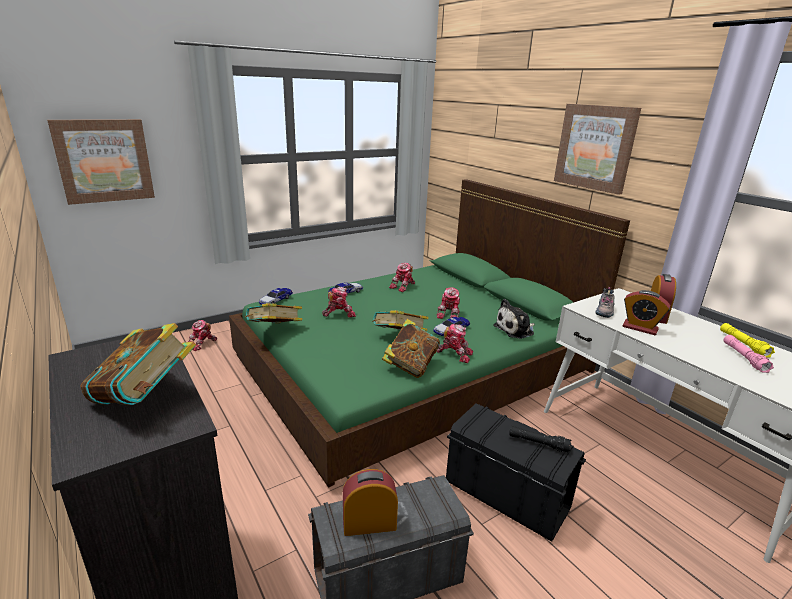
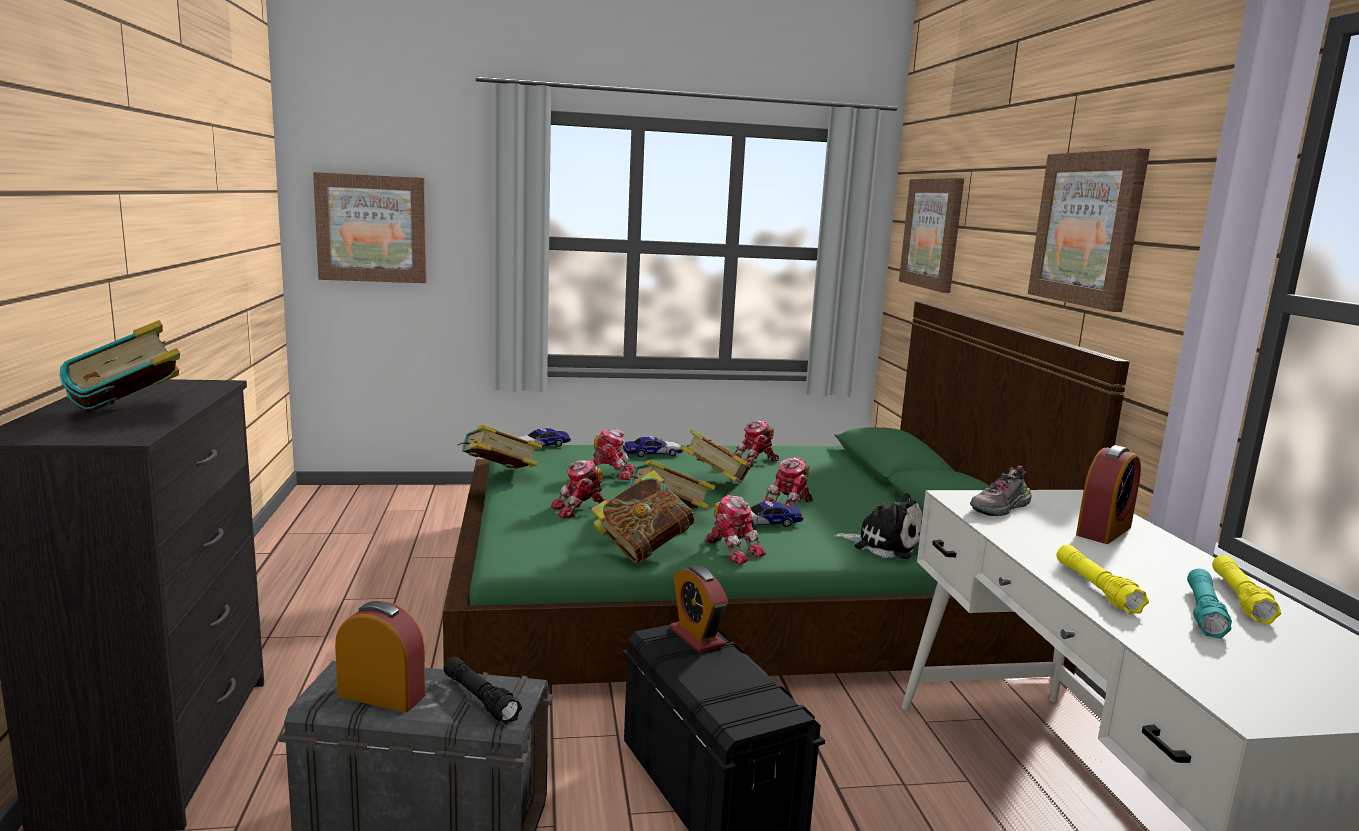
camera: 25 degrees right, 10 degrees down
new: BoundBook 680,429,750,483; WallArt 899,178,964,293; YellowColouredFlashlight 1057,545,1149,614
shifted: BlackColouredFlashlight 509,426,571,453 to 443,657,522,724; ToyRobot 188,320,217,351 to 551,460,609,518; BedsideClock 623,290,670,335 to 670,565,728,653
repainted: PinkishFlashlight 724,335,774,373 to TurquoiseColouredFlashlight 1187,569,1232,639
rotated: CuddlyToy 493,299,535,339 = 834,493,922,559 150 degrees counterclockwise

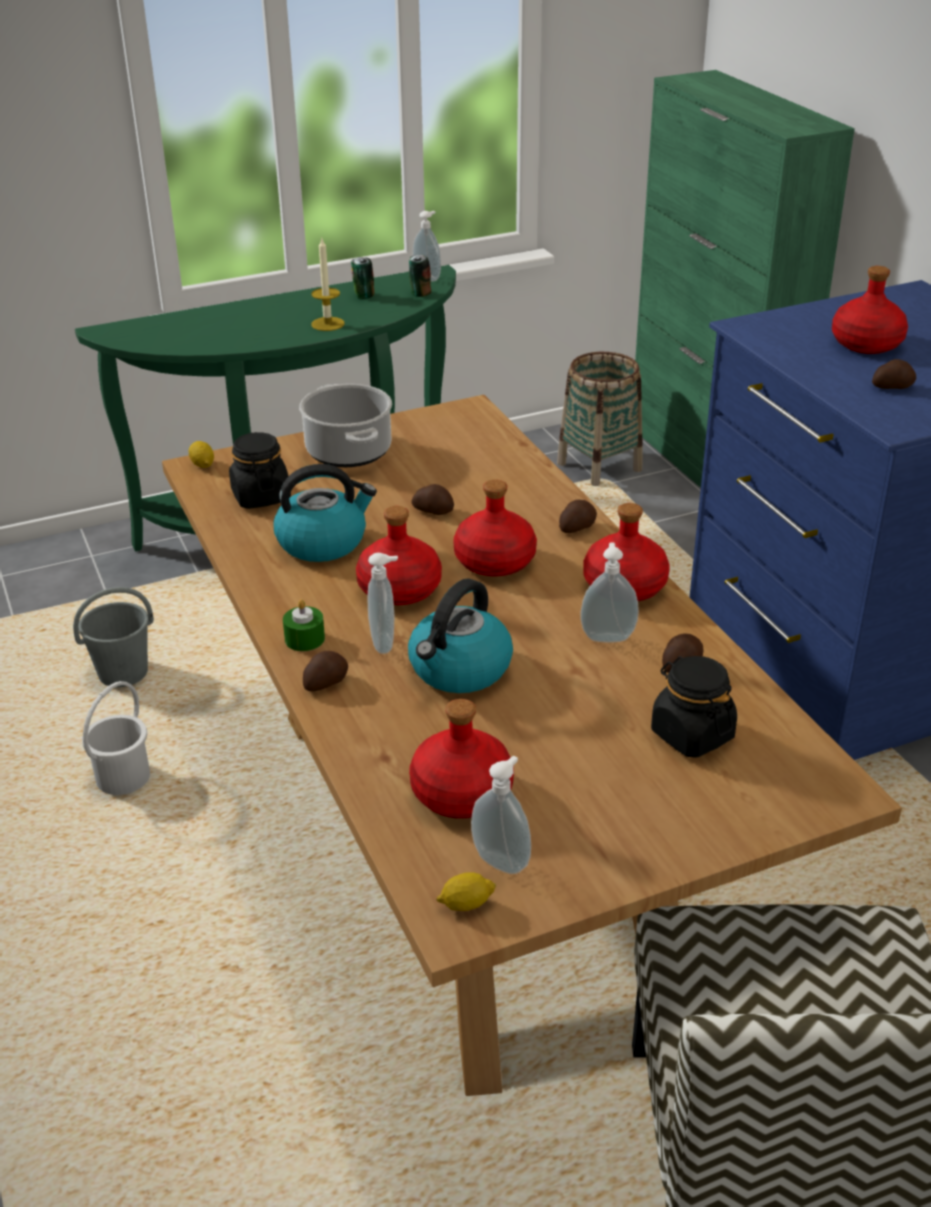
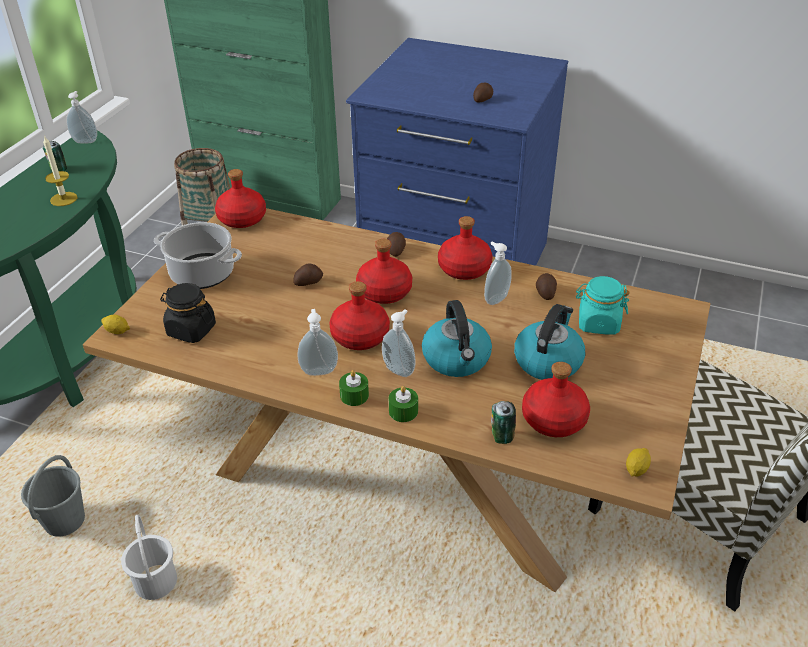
camera: 45 degrees left, 5 degrees up
shifted: RedDrinkBottle 832,266,908,354 to 215,169,266,228; LiquidSoapBottle 471,756,531,874 to 297,309,338,376; MetalCan 409,255,431,297 to 491,401,516,444; WaterKettle 274,464,377,562 to 514,304,585,380
swapped: Potato 303,651,348,691 to GreenishWaxLight 389,386,418,422
repainted: BlackColouredPreserveJar 651,656,737,758 to TurquoiseColouredPreserveJar 576,276,630,335

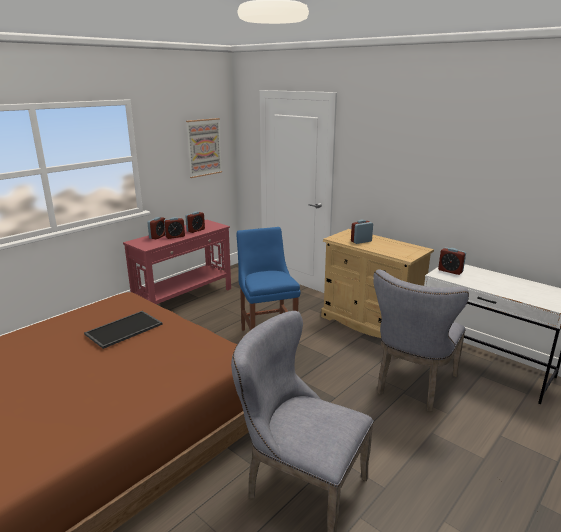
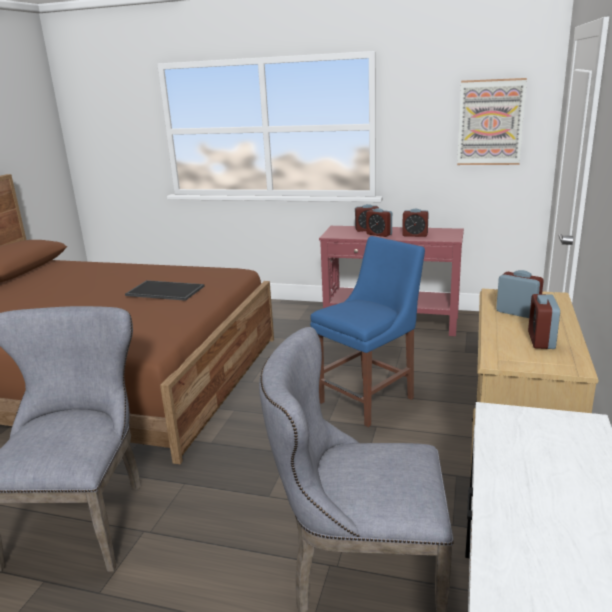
camera: 65 degrees right, 0 degrees up
shifted: BedsideClock 438,247,466,275 to 528,294,560,349

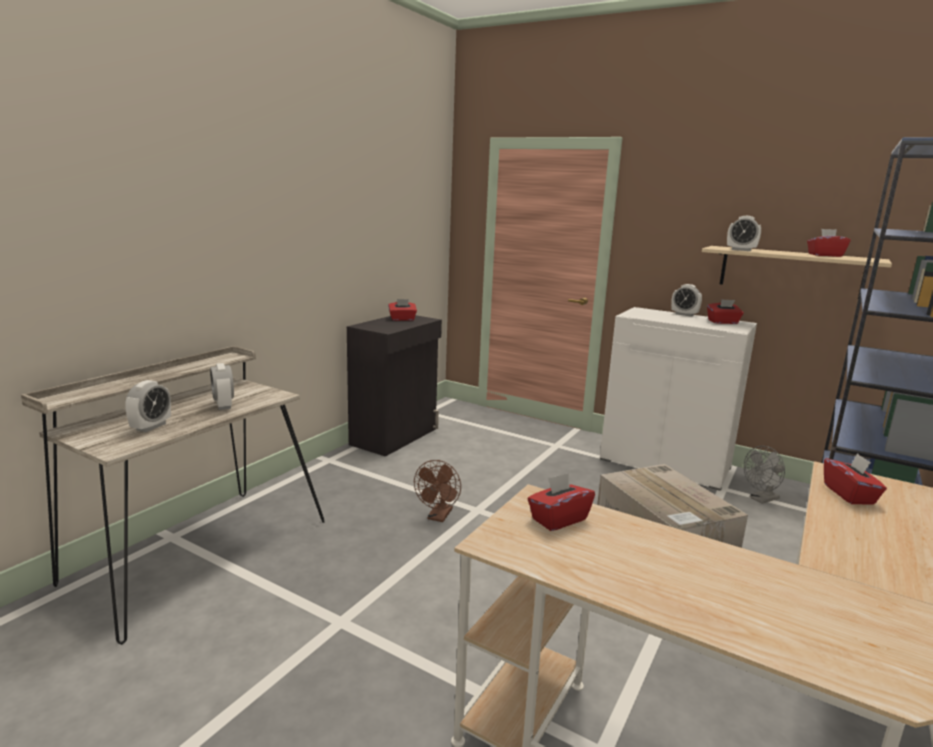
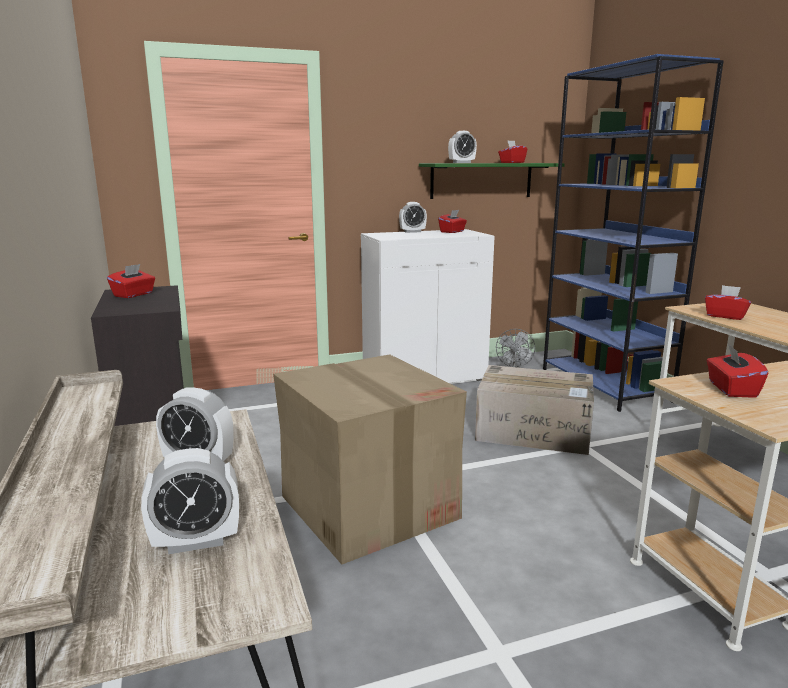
camera: 50 degrees left, 0 degrees up
swapped: BrownFan 414,460,461,522 to Carton 273,354,467,564
repainted: SandColouredWallShelf 702,246,892,298 to GreenishWallShelf 419,163,565,199
rotated: BedsideClock 125,380,171,432 = 141,448,239,554 105 degrees clockwise

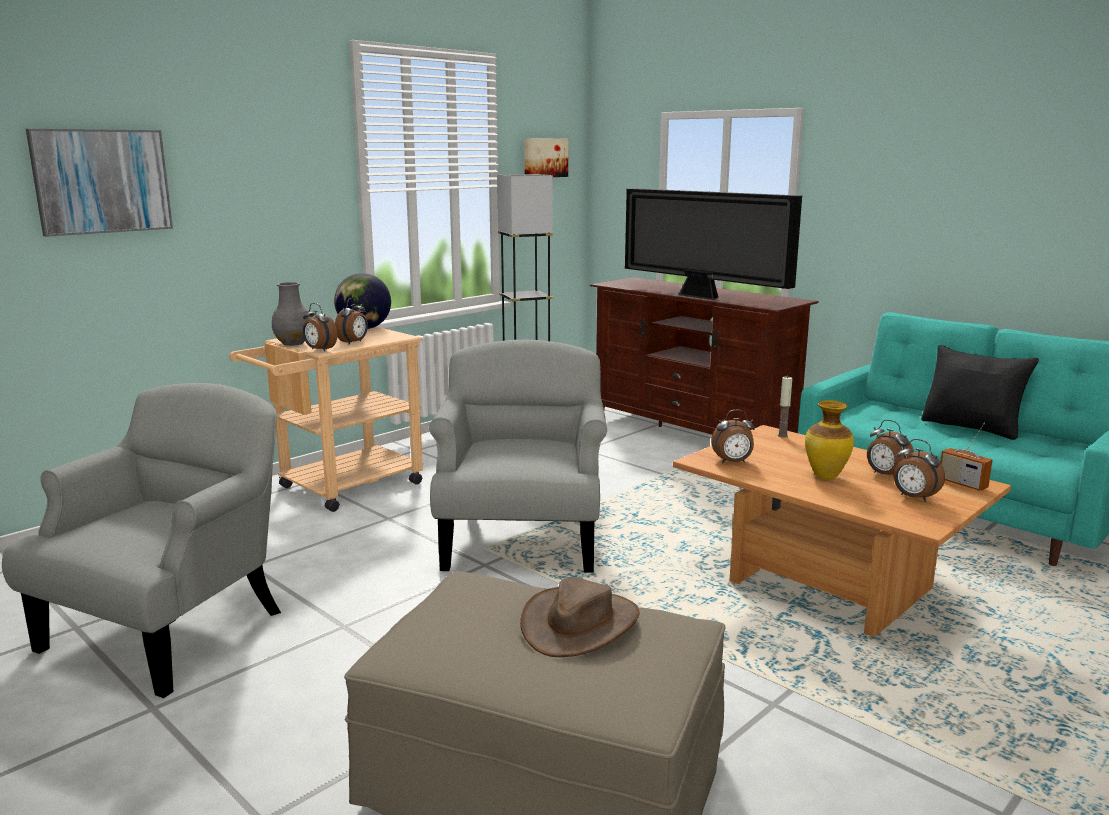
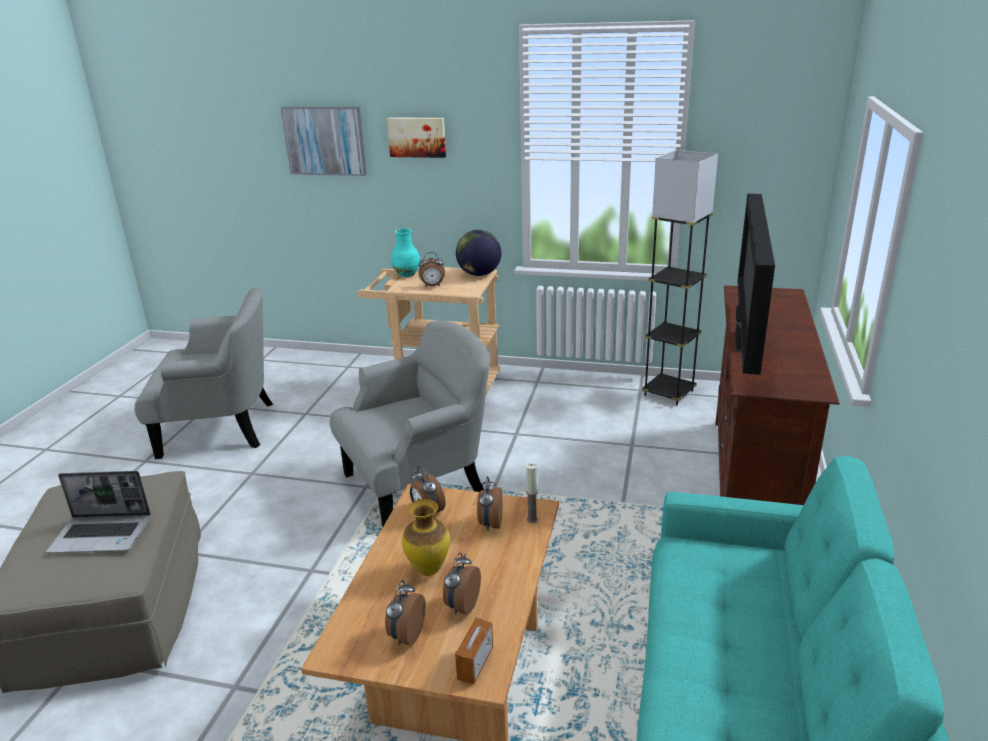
camera: 60 degrees right, 10 degrees up
gone: BlackColouredCushion 921,345,1039,440
shifted: WallArt 524,138,568,177 to 387,118,446,158; BedsideClock 303,303,337,351 to 477,476,502,531
swapped: BrownHat 520,577,640,657 to Laptop 46,471,151,553
repainted: GrayDecorativeVase 272,282,308,346 to TurquoiseColouredDecorativeVase 391,229,420,277

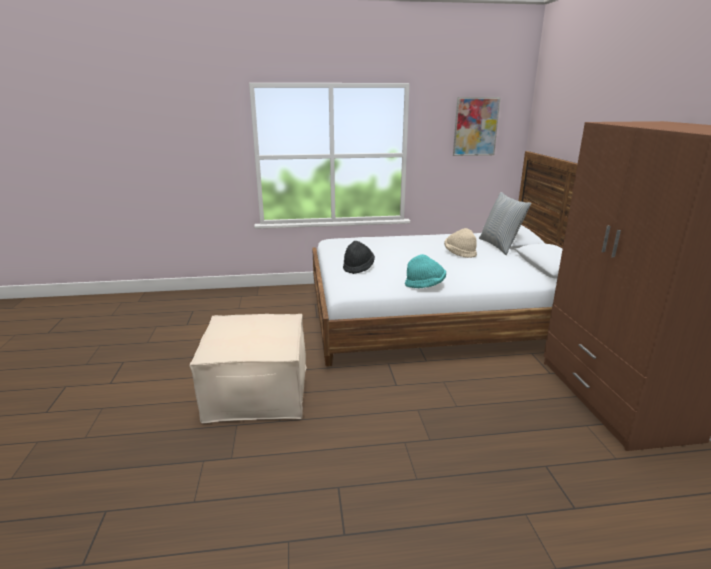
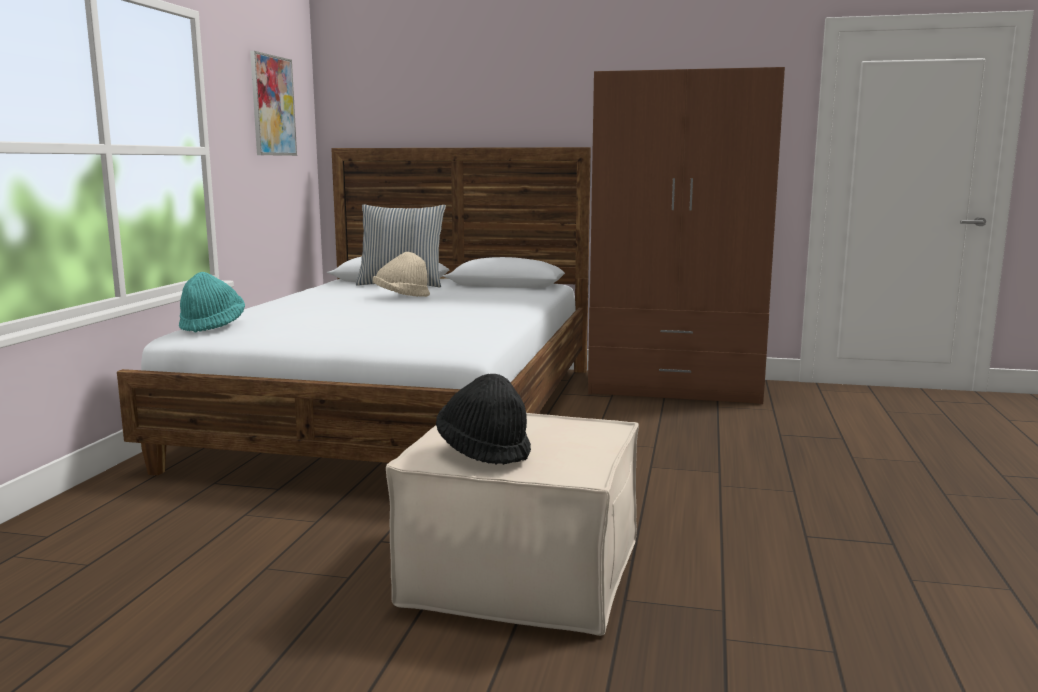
camera: 70 degrees left, 10 degrees down
shifted: TurquoiseColouredHat 405,254,446,288 to 179,272,245,333; BlackColouredHat 343,241,375,274 to 436,374,531,465

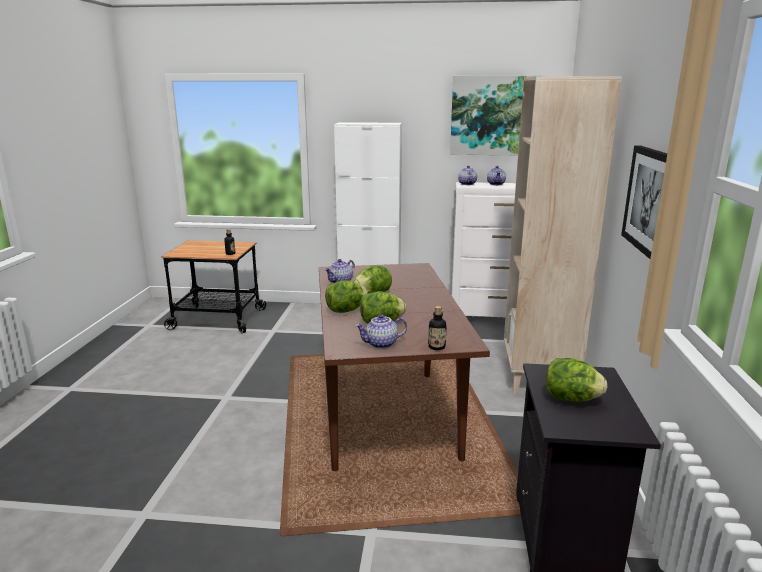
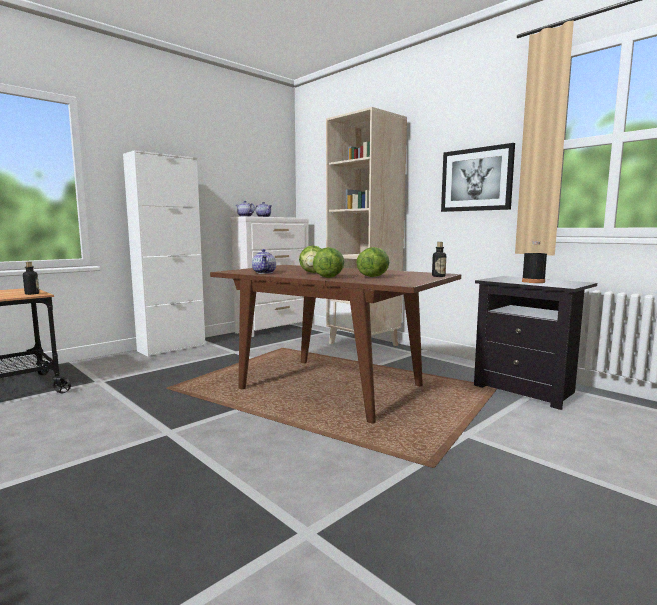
camera: 50 degrees left, 10 degrees down
gone: Teapot 355,314,407,349; WallArt 450,76,535,155
swapped: LettuceHead 546,358,607,402 to BlackColouredDrinkBottle 522,241,547,283

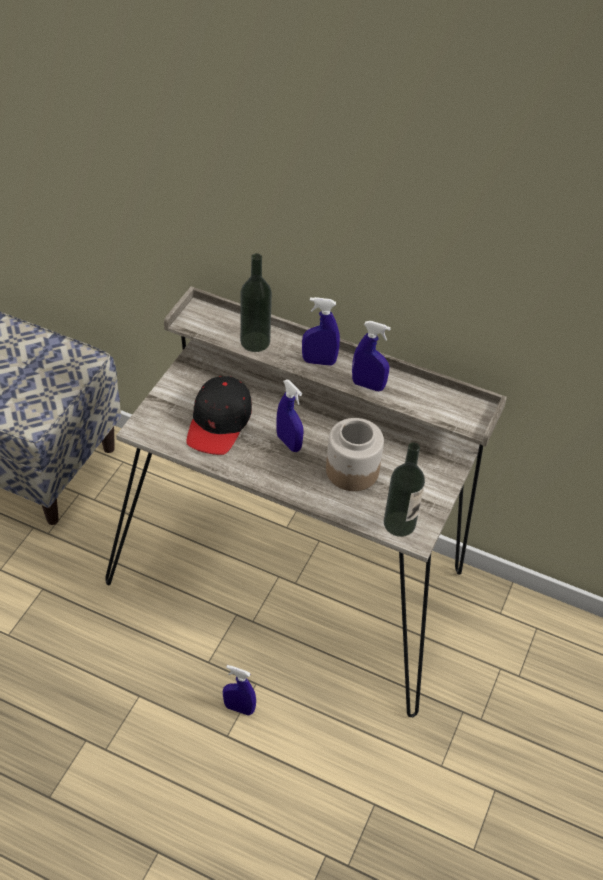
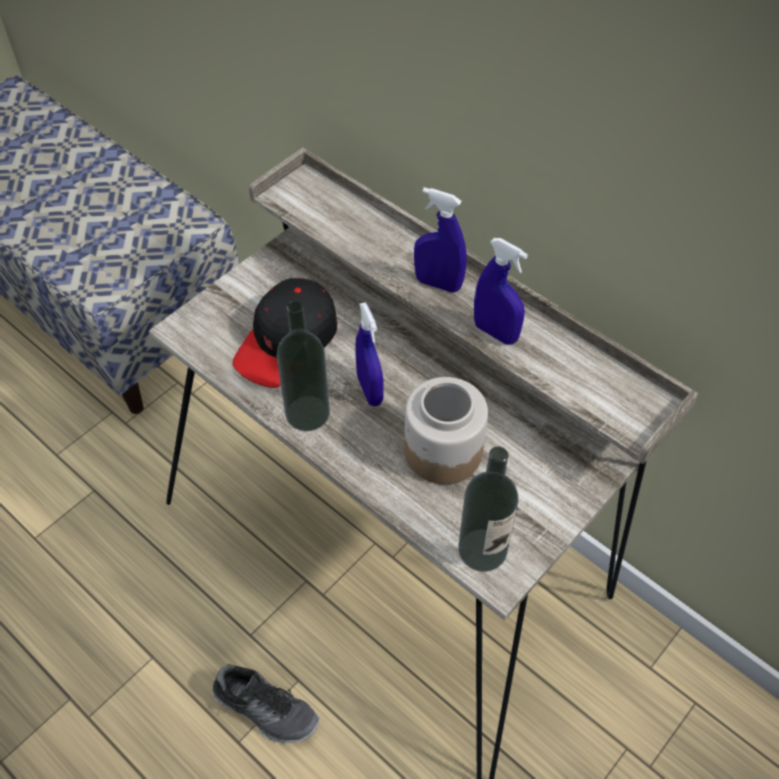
camera: 20 degrees right, 5 degrees up
shifted: DrinkBottle 240,253,272,352 to 277,300,330,431
swapped: BlueHandSprayer 223,665,256,716 to Shoe 212,664,319,744

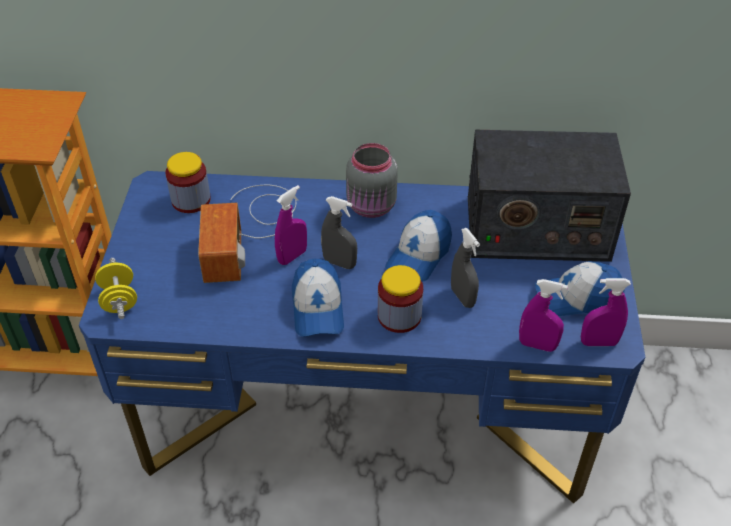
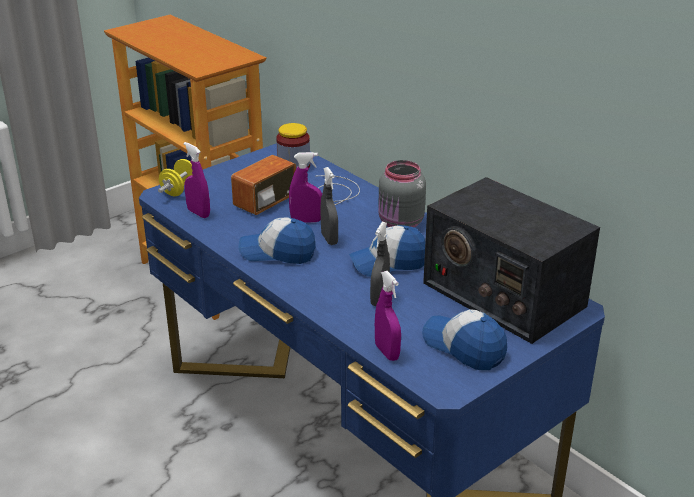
camera: 45 degrees right, 15 degrees down
gone: PreserveJar 378,265,423,333
shifted: PurplishHandSprayer 581,278,631,346 to 183,142,210,218
rotated: Cap 292,259,344,337 = 238,218,316,264 60 degrees clockwise

